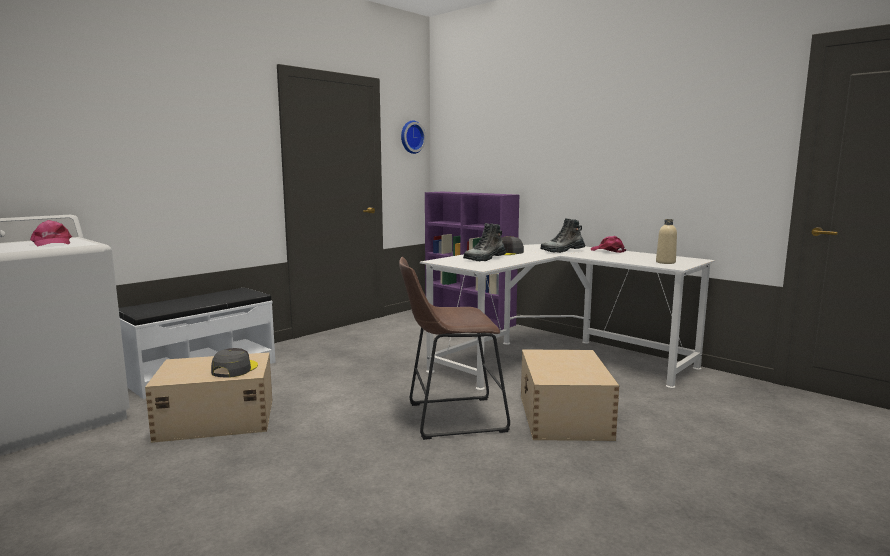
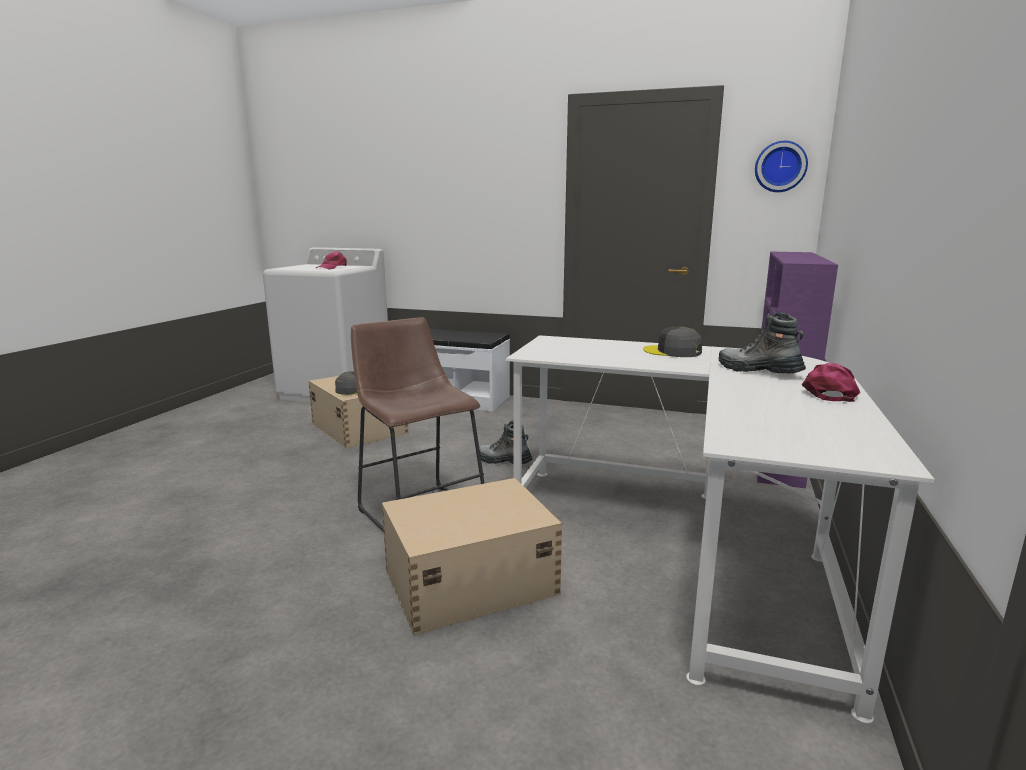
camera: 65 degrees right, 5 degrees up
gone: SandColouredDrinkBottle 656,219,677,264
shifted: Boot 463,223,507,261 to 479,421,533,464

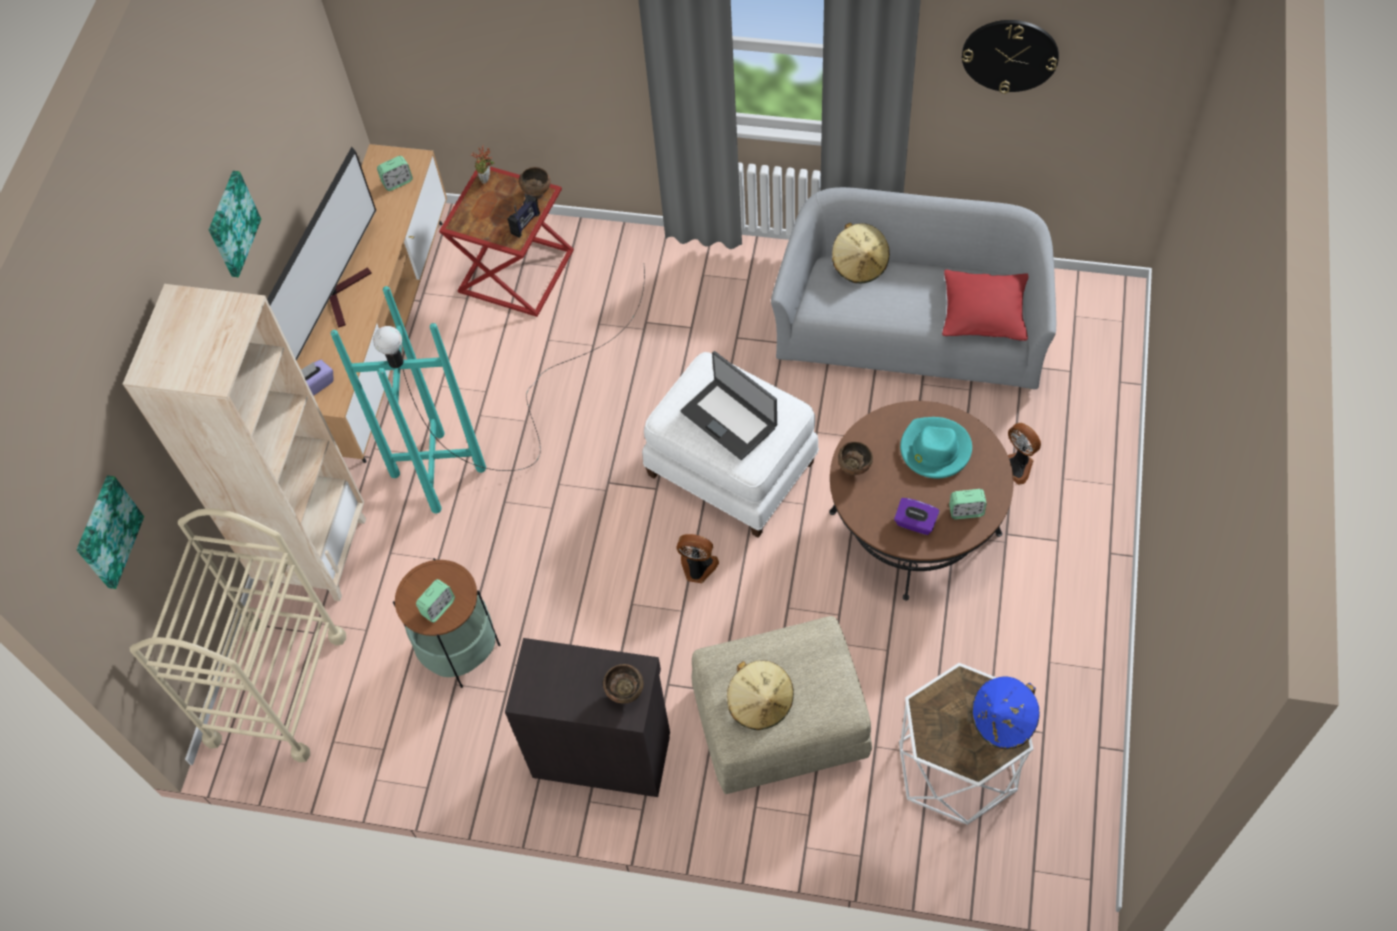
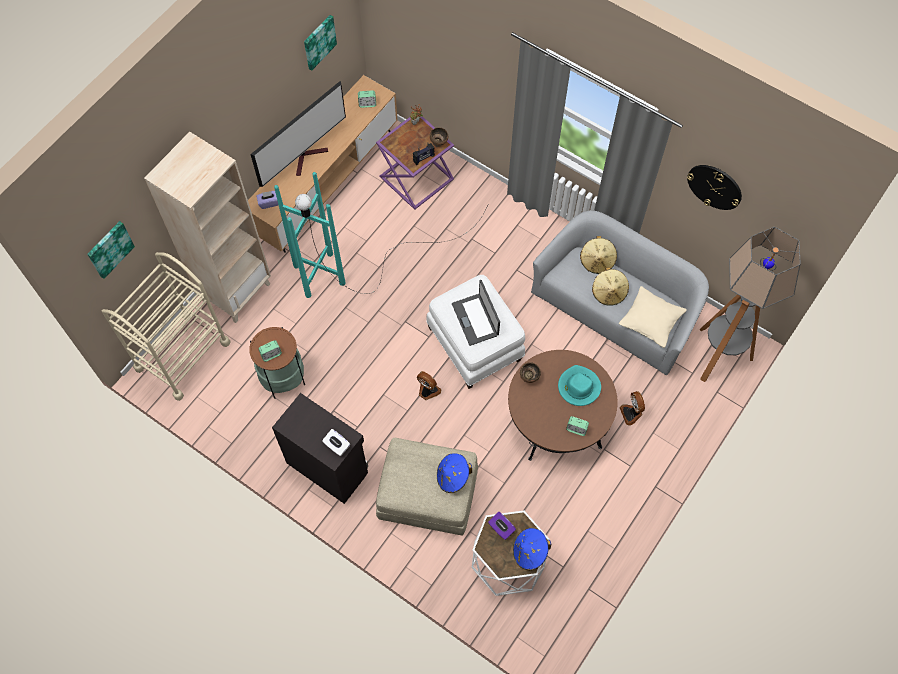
camera: 20 degrees right, 5 degrees up
new: BlueHat 437,453,472,493; StandingLamp 700,227,801,382
shifted: WallArt 209,171,261,277 to 304,15,337,70; PurplishTissueBox 894,498,940,535 to 488,512,516,540; SandColouredHat 727,660,794,730 to 592,267,629,306
swapped: BrownDeepDish 603,664,643,704 to WhiteColouredTissueBox 322,429,350,456
repainted: RedEndTable 439,166,574,317 to PurplishEndTable 376,117,454,210; RedCushion 942,270,1028,341 to SandColouredCushion 619,286,687,348

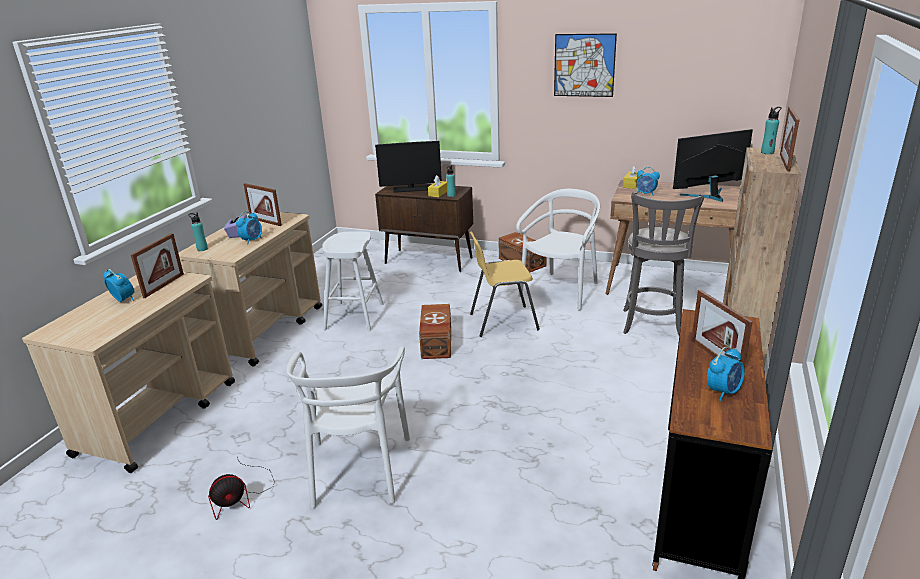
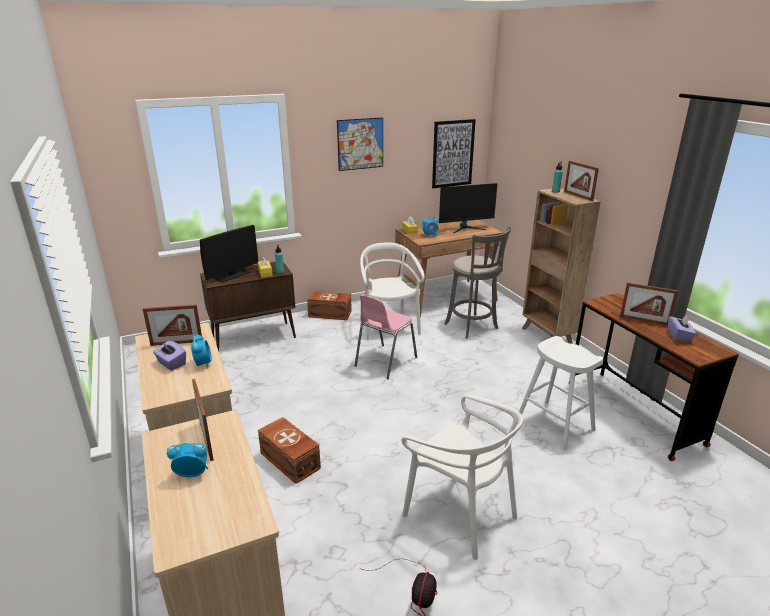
camera: 45 degrees left, 0 degrees up
gone: TurquoiseColouredDrinkBottle 188,212,208,251
new: WallArt 432,119,476,188
shifted: BrownStorageContainer 419,304,451,359 to 258,417,321,484; WhiteColouredSittingStool 322,232,384,332 to 519,336,603,450
swapped: BedsideClock 707,347,745,401 to PurplishTissueBox 668,315,696,342
repainted: YellowColouredChair 470,232,540,337 to PinkishChair 355,295,417,379
rotated: ComputerDisplay 673,129,753,202 = 439,183,498,233 135 degrees counterclockwise

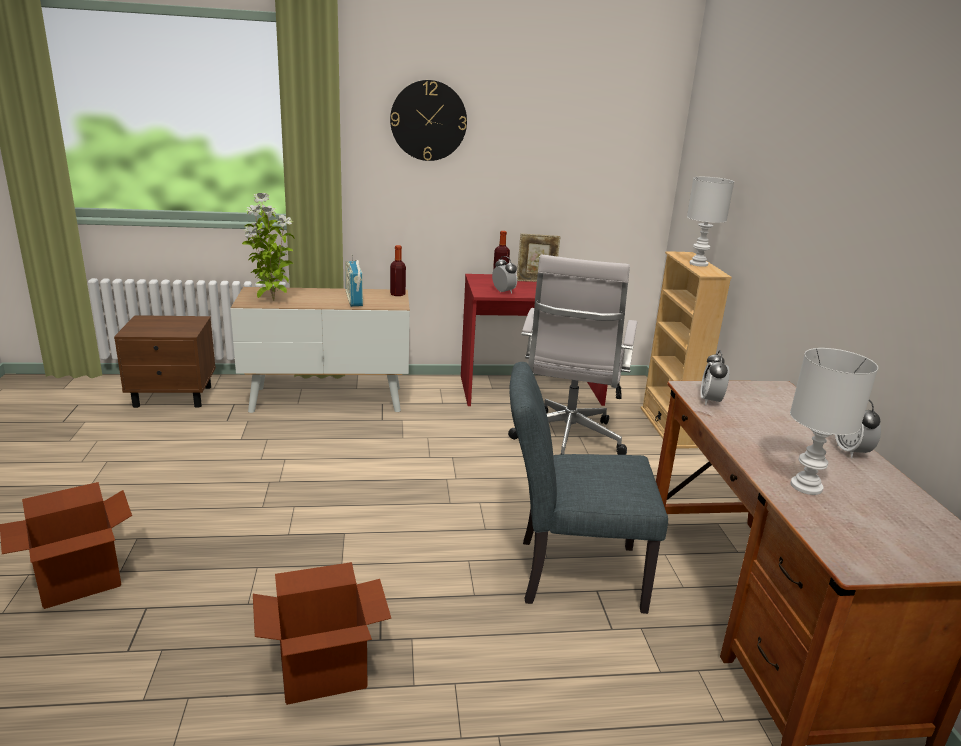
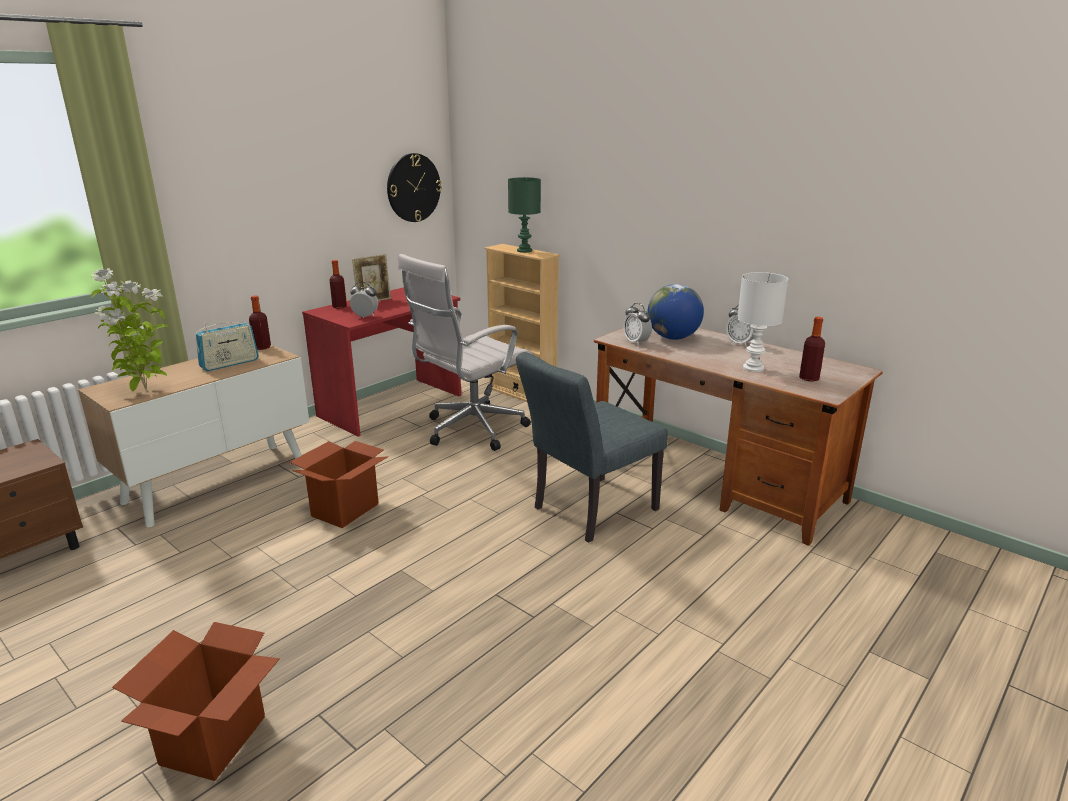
camera: 40 degrees left, 0 degrees up
new: WorldGlobe 647,284,704,340; DrinkBottle 799,317,825,382
shifted: Carton 253,562,391,705 to 290,441,388,528; ClockOnTheWall 390,80,467,161 to 387,153,442,222
repainted: WhiteColouredTabletopLamp 687,177,734,267 to GreenishTabletopLamp 508,177,541,253
rotated: Radio 345,254,363,307 = 195,322,259,371 75 degrees counterclockwise; WhiteColouredDeskChair 508,255,638,455 = 398,254,533,451 75 degrees clockwise

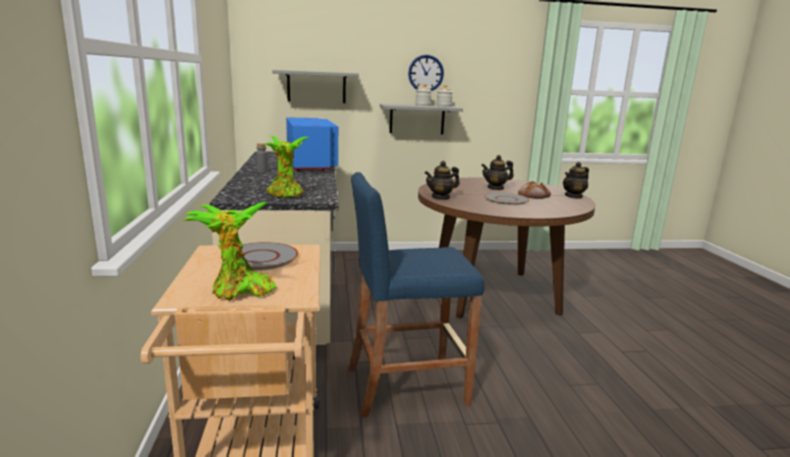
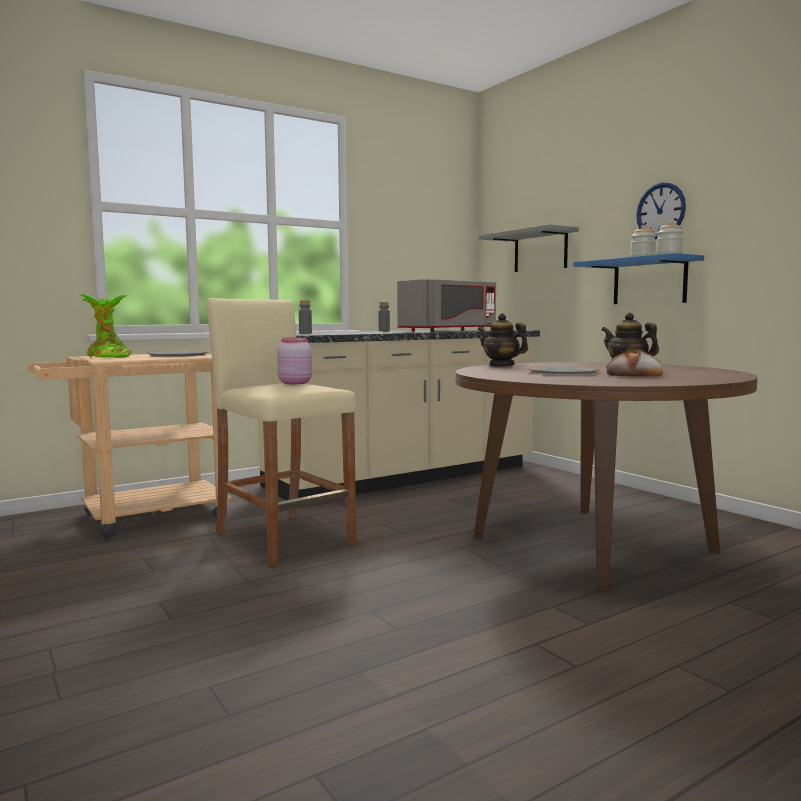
camera: 65 degrees right, 10 degrees down
gone: Teapot 563,162,589,199
new: PinkishPreserveJar 277,337,312,384
swapped: PottedPlant 264,136,308,197 to GrayDrinkBottle 299,300,312,334
repainted: BlueSittingStool 348,172,484,417 to SandColouredSittingStool 205,298,357,566; BlueKitchenMicrowave 286,118,338,171 to GrayKitchenMicrowave 397,279,496,332; GrayWallShelf 380,104,463,134 to BlueWallShelf 573,253,704,304

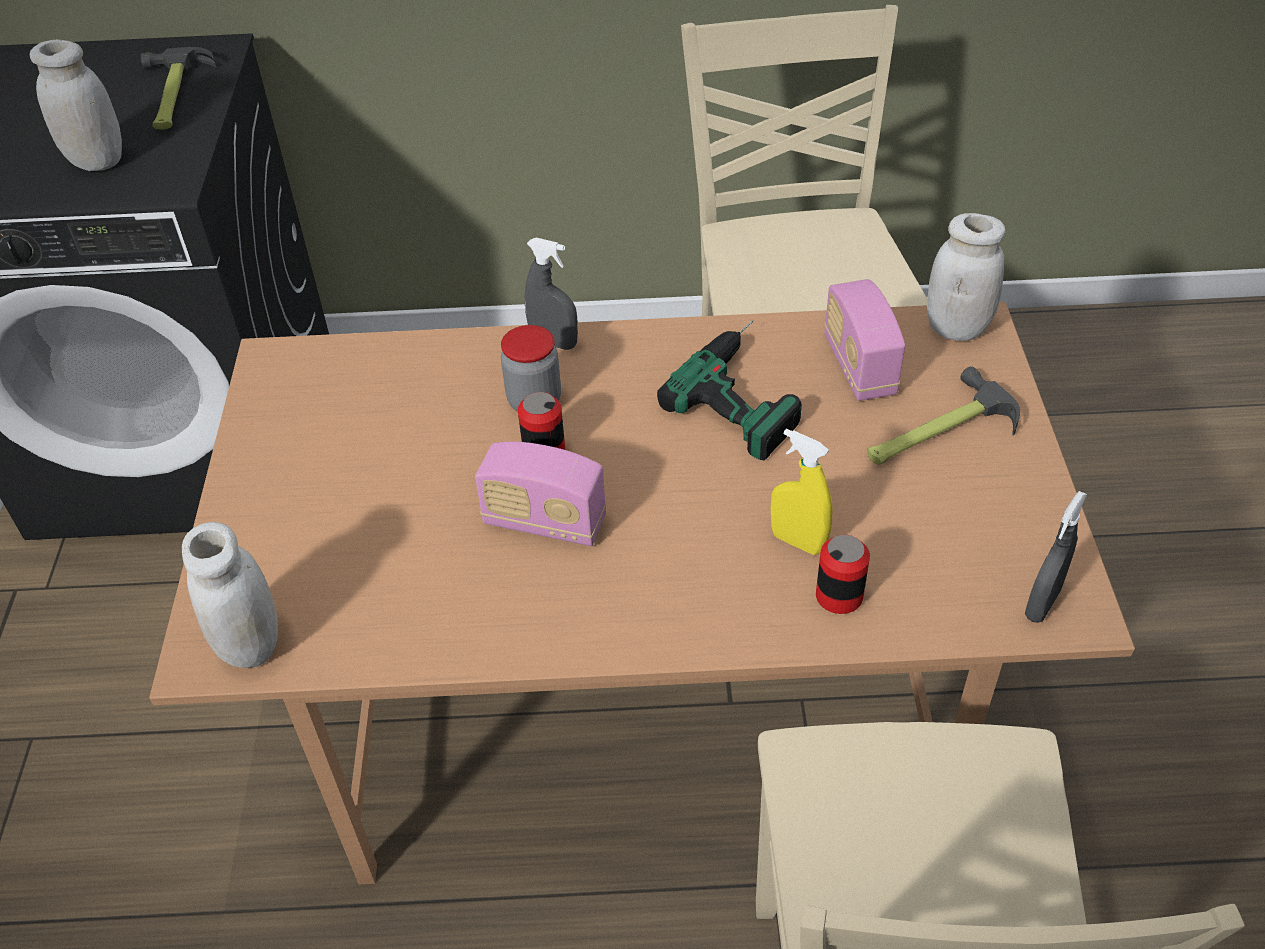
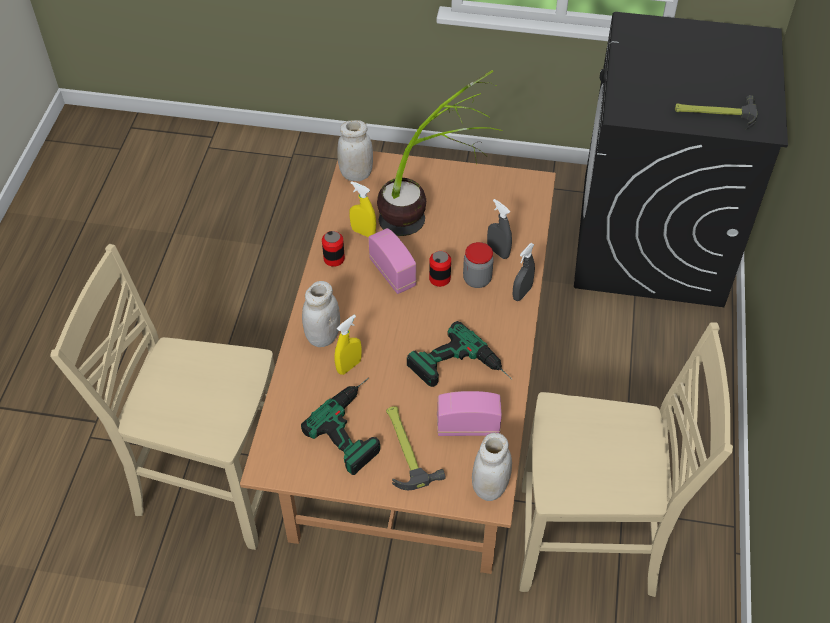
camera: 100 degrees right, 5 degrees up
new: ElectricDrill 301,378,380,475; YellowColouredHandSprayer 349,181,376,237; PottedPlant 377,70,503,236
shifted: WhiteColouredPreserveJar 30,39,122,171 to 302,281,340,347; MetalCan 816,535,870,614 to 322,231,345,267; GrayHandSprayer 1025,491,1087,623 to 487,199,512,259
rotated: Radio 475,442,606,546 = 369,228,417,294 120 degrees clockwise

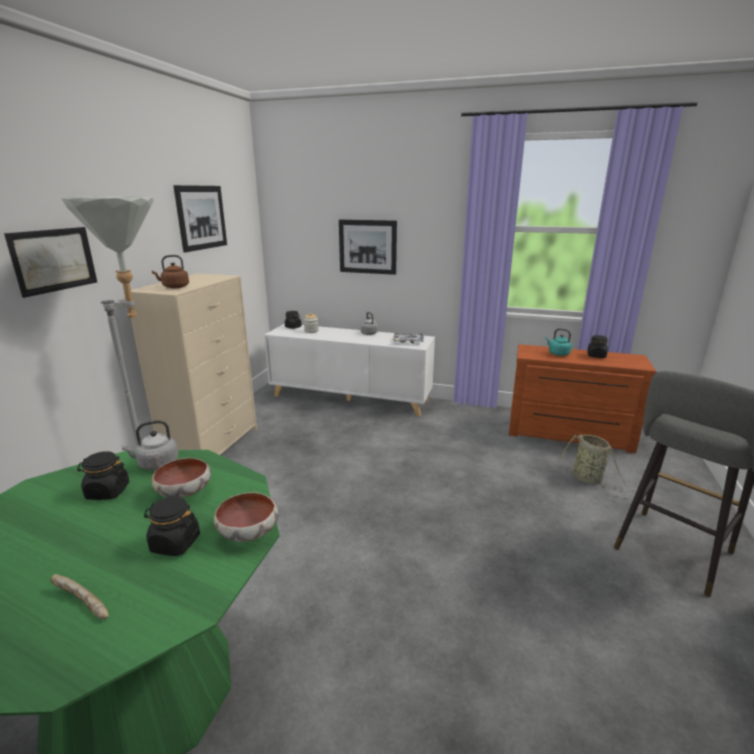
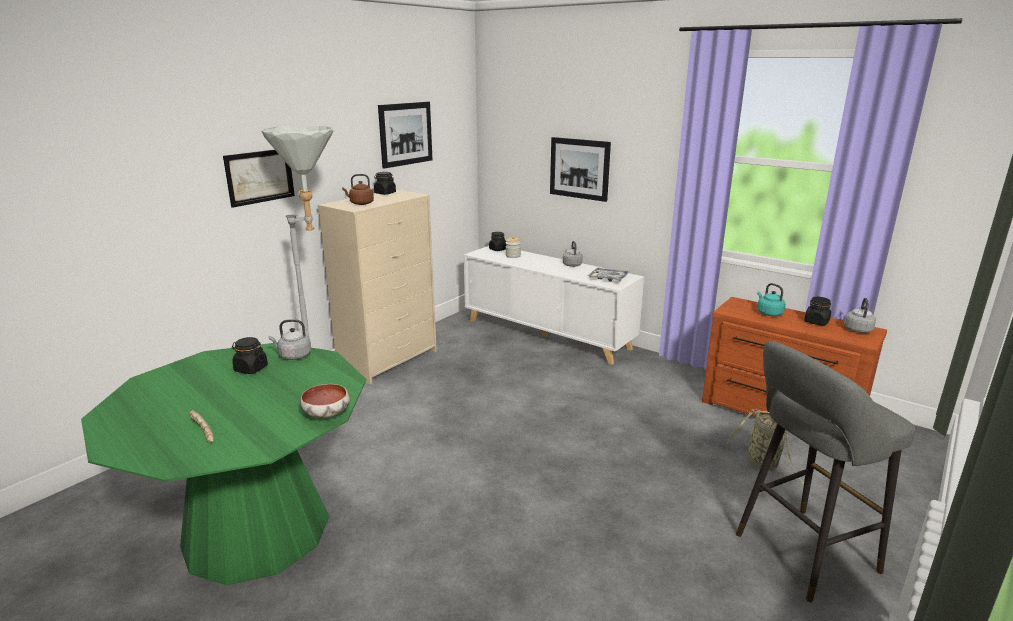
camera: 20 degrees right, 0 degrees up
gone: DeepDish 152,458,211,498
new: GrayWaterKettle 844,298,876,333
shifted: BlackColouredPreserveJar 144,496,200,556 to 374,172,396,195

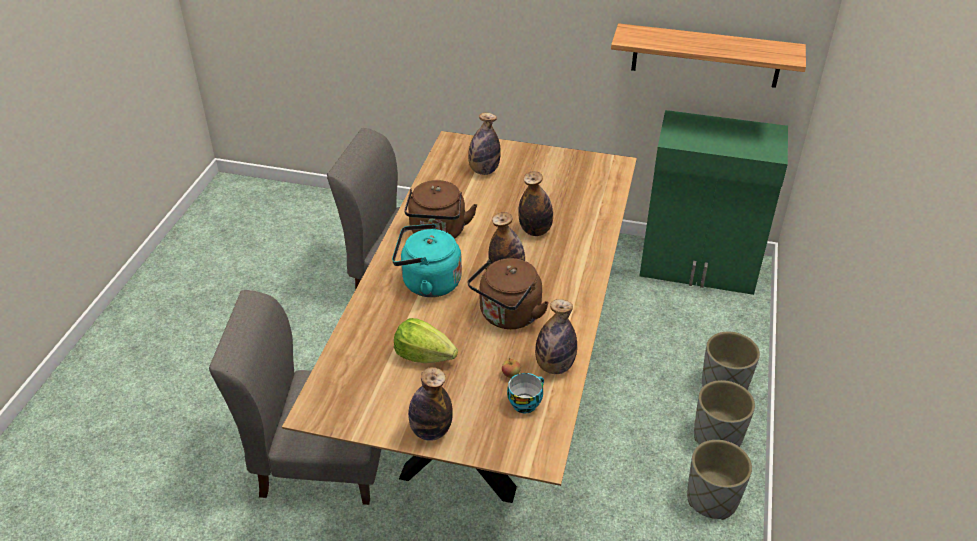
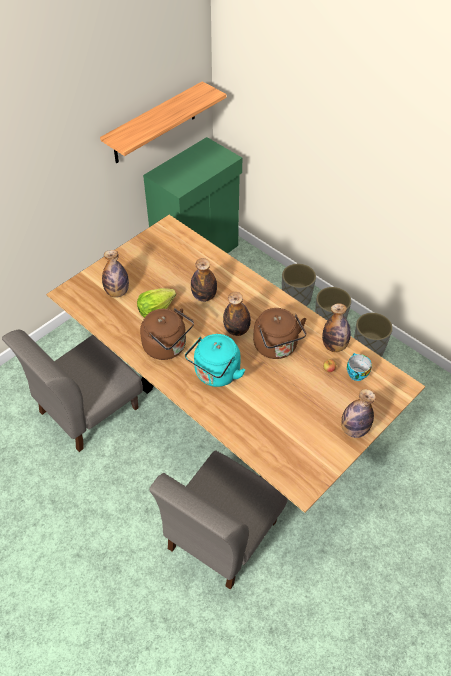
camera: 60 degrees left, 10 degrees up
shifted: LettuceHead 394,318,458,363 to 137,288,176,318

